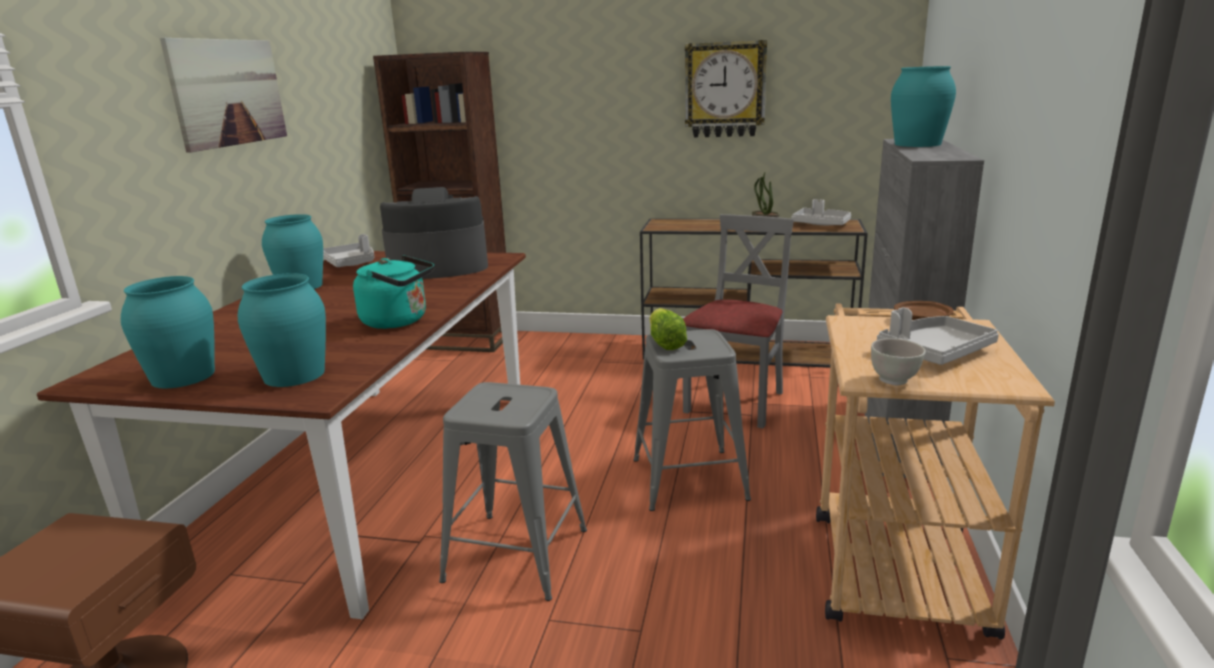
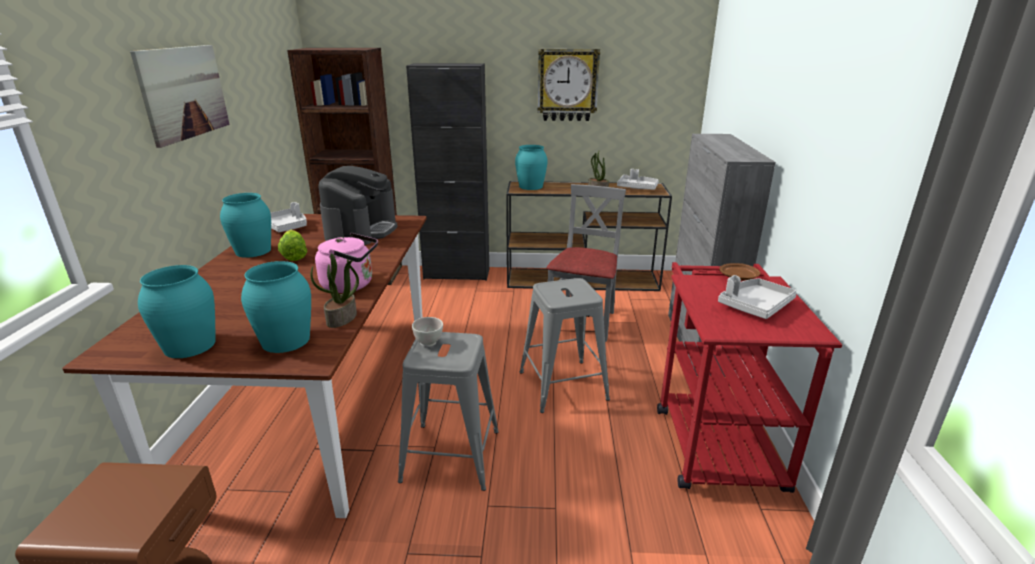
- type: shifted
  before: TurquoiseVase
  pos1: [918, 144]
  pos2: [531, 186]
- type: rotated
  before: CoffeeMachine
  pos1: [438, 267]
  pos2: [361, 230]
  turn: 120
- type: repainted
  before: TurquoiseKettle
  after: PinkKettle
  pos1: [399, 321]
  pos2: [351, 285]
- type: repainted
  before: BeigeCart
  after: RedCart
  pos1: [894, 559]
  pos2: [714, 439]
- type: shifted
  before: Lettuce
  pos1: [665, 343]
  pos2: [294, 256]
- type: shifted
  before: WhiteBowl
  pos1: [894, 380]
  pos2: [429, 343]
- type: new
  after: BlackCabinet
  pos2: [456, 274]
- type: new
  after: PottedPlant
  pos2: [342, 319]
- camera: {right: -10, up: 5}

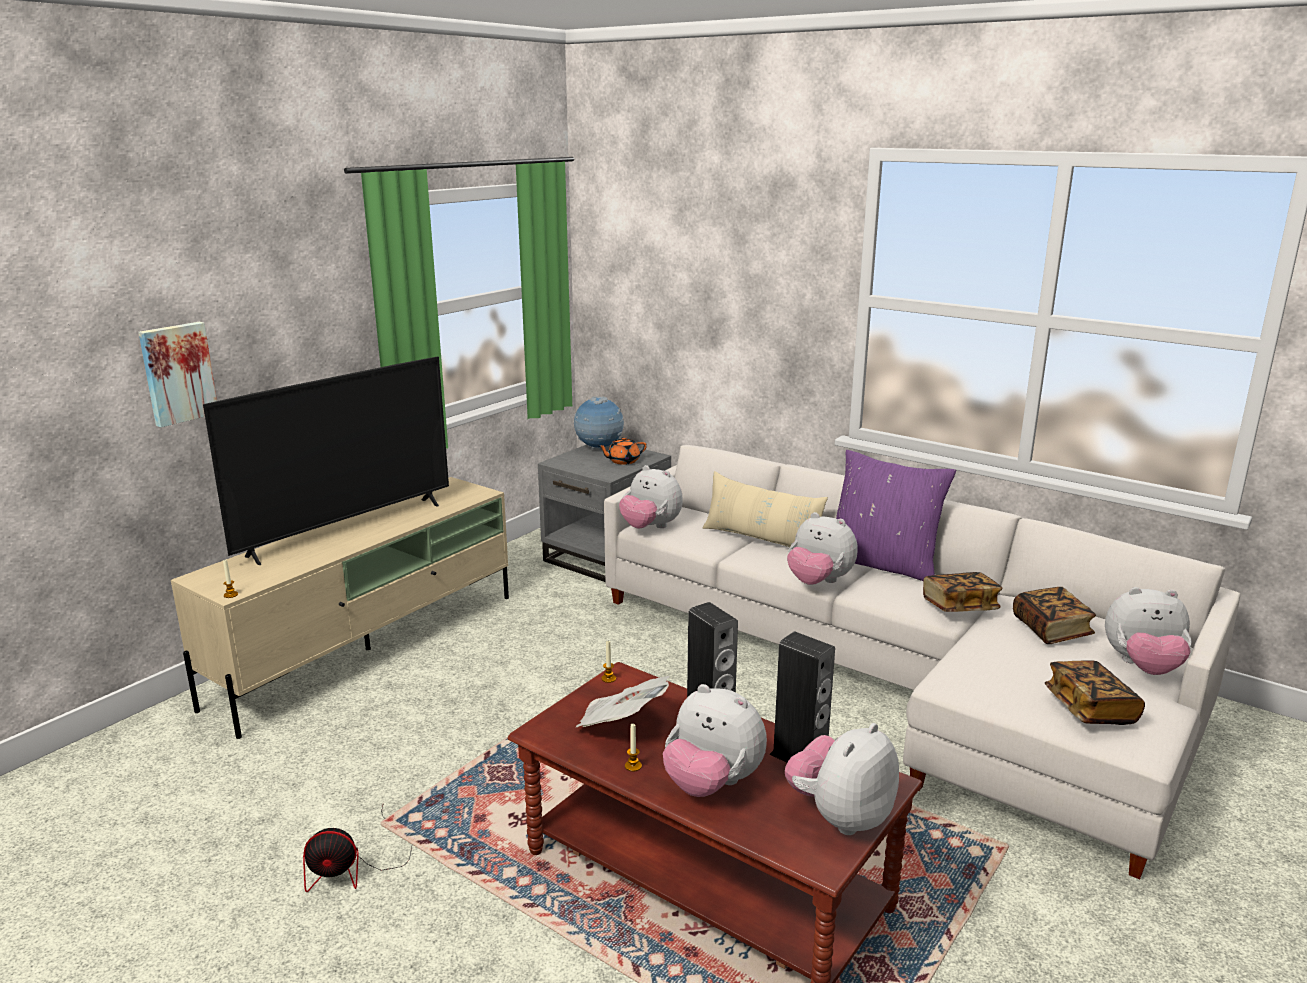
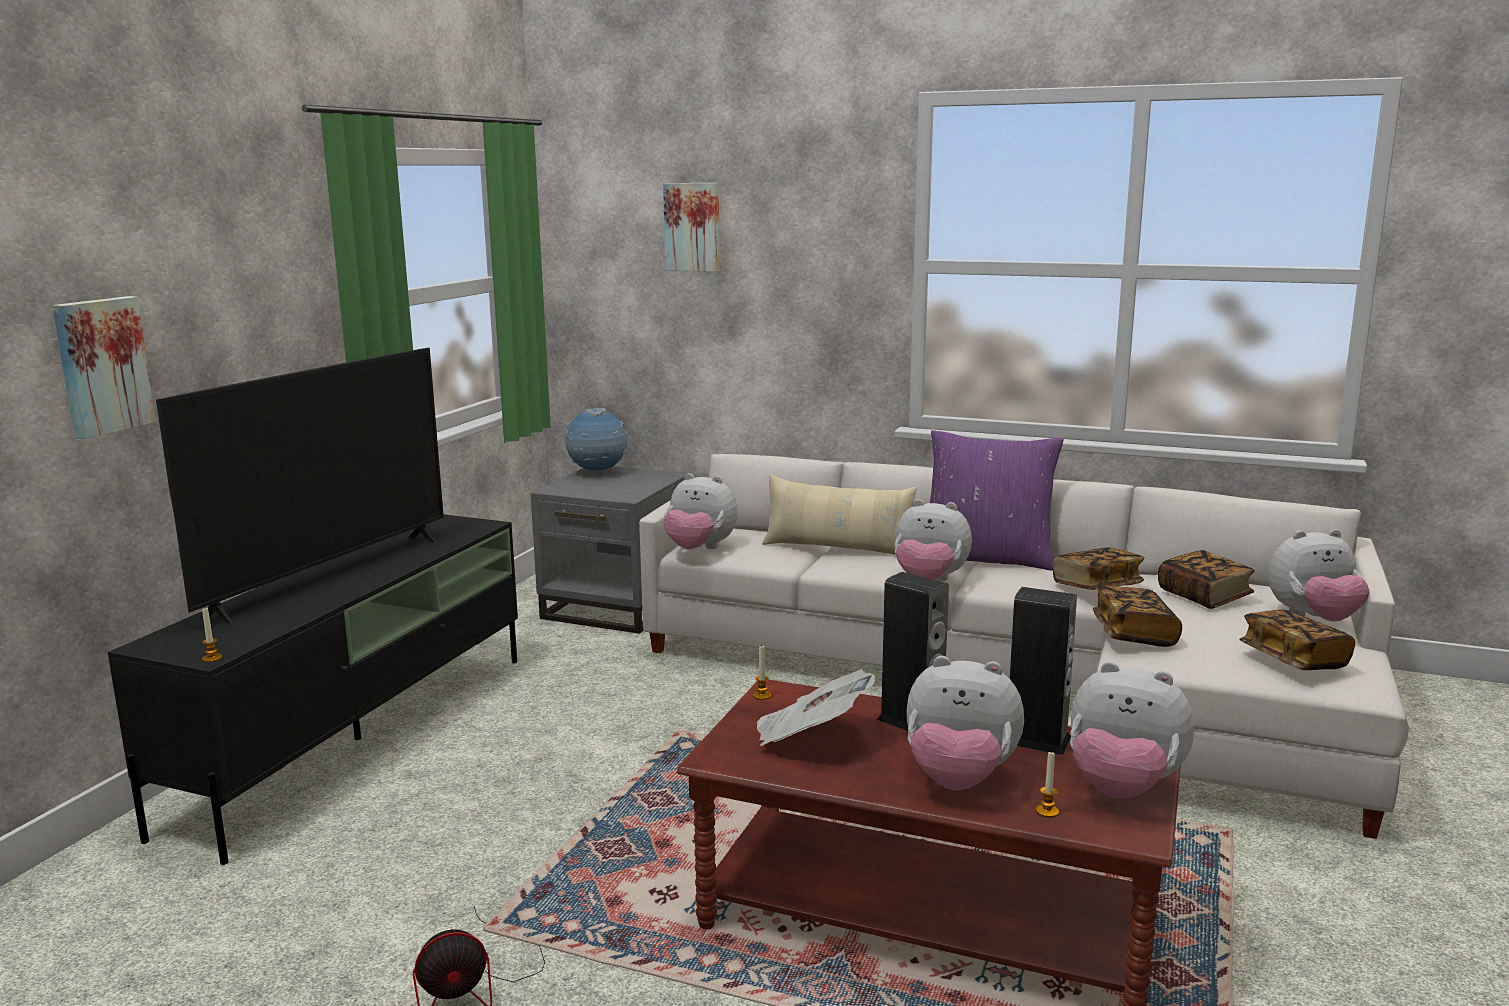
- type: gone
  before: OrangeTeapot
  pos1: [623, 461]
- type: repainted
  before: BeigeTvStand
  after: BlackTvStand
  pos1: [370, 648]
  pos2: [360, 737]
- type: rotated
  before: PlushToy
  pos1: [840, 817]
  pos2: [1123, 789]
  turn: -90
- type: shifted
  before: Candle
  pos1: [633, 766]
  pos2: [1047, 811]
- type: new
  after: Picture
  pos2: [693, 227]
- type: new
  after: Book
  pos2: [1134, 634]
- camera: {right: -15, up: -5}

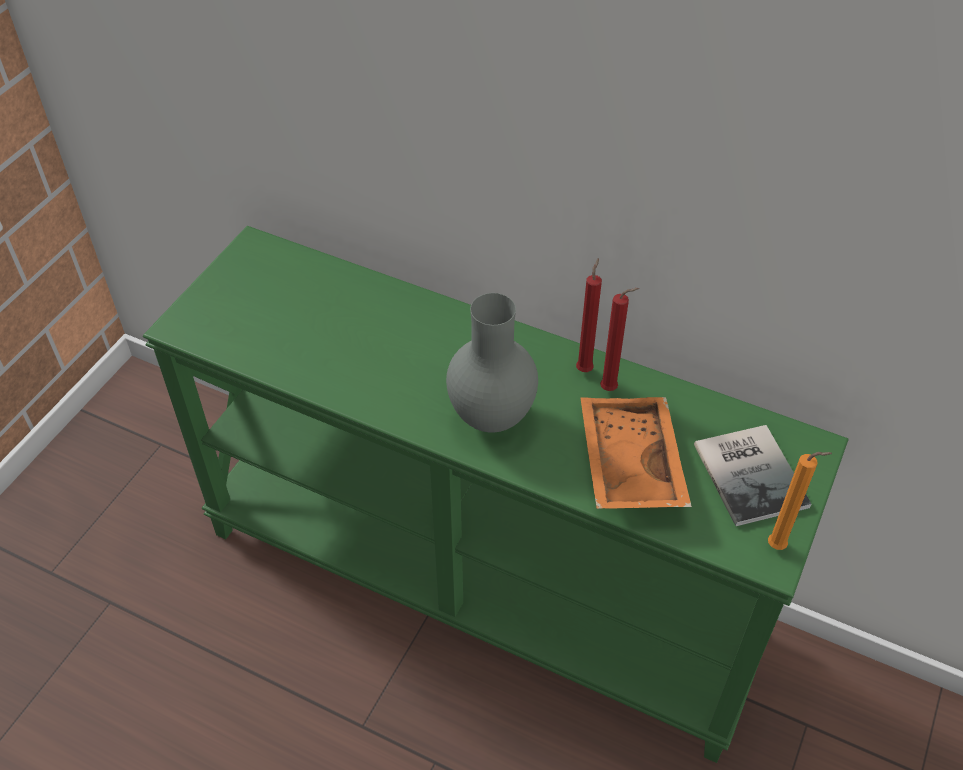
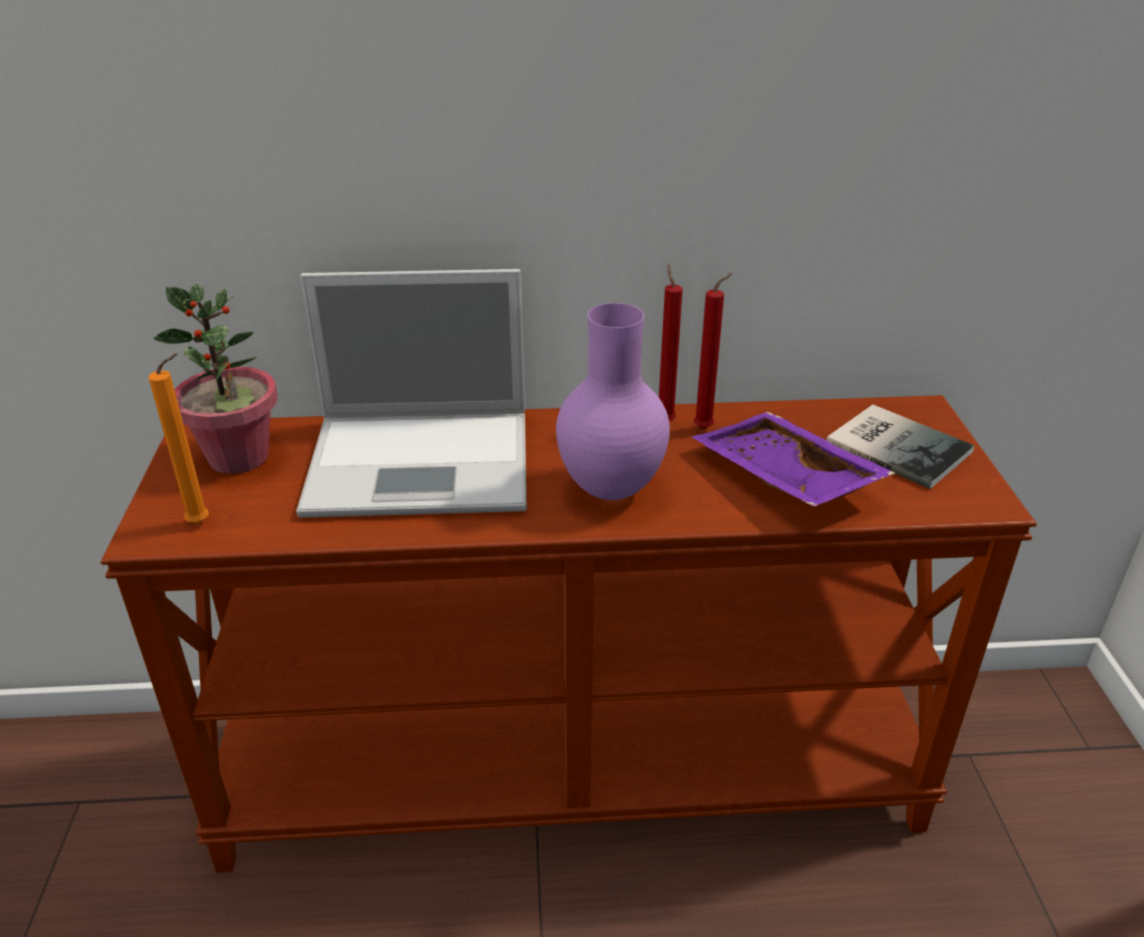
- type: repainted
  before: GreenConsoleTable
  after: BrownConsoleTable
  pos1: [484, 579]
  pos2: [573, 770]
- type: repainted
  before: GreyVase
  after: PurpleVase
  pos1: [489, 419]
  pos2: [609, 491]
- type: repainted
  before: OrangeTray
  after: PurpleTray
  pos1: [627, 464]
  pos2: [782, 478]
- type: shifted
  before: OrangeCandle
  pos1: [779, 547]
  pos2: [203, 522]
- type: new
  after: Laptop
  pos2: [425, 463]
- type: new
  after: PottedPlant
  pos2: [239, 457]
- camera: {right: -30, up: -15}

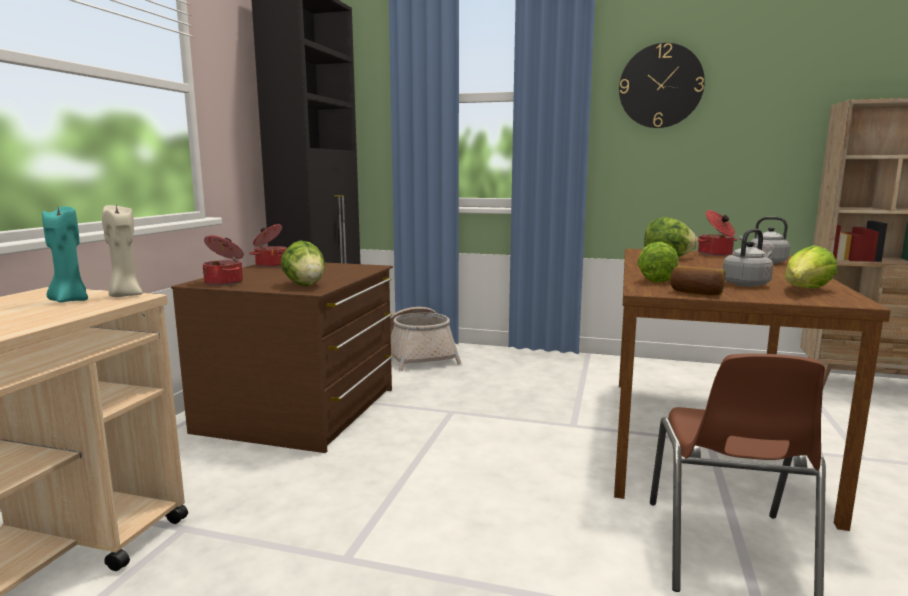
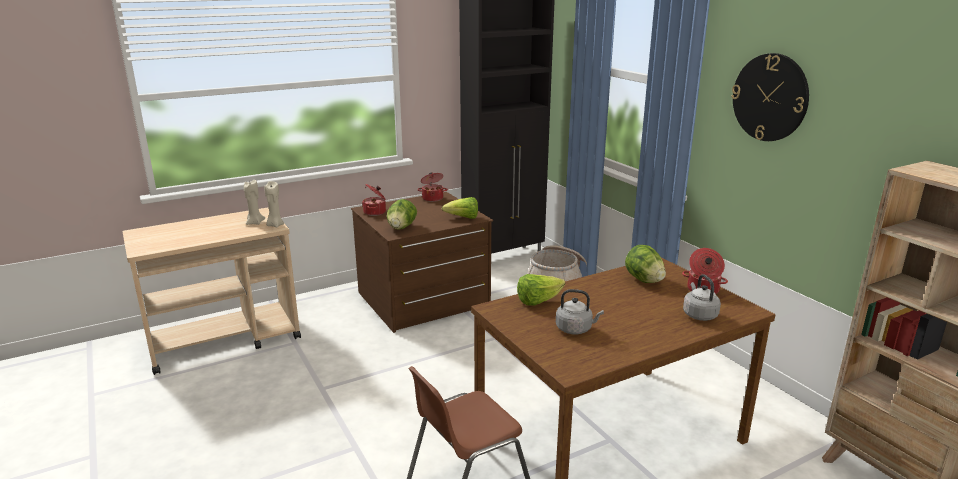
- type: repainted
  before: TurquoiseCandle
  after: BeigeCandle
  pos1: [69, 300]
  pos2: [255, 223]
- type: shifted
  before: Lettuce
  pos1: [805, 290]
  pos2: [463, 218]
- type: gone
  before: Bread
  pos1: [696, 293]
- camera: {right: 45, up: 10}

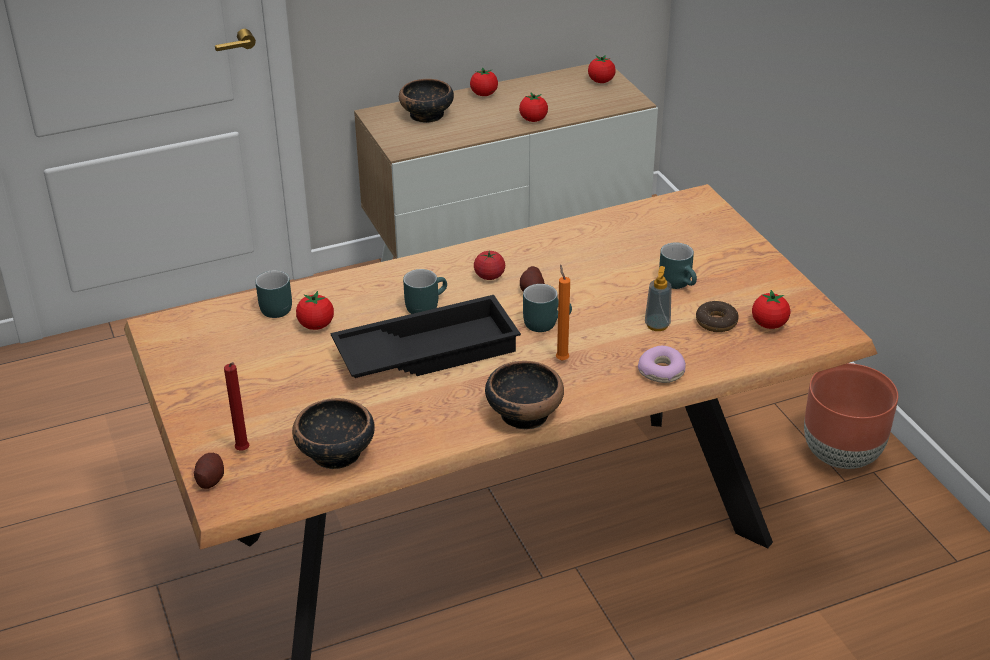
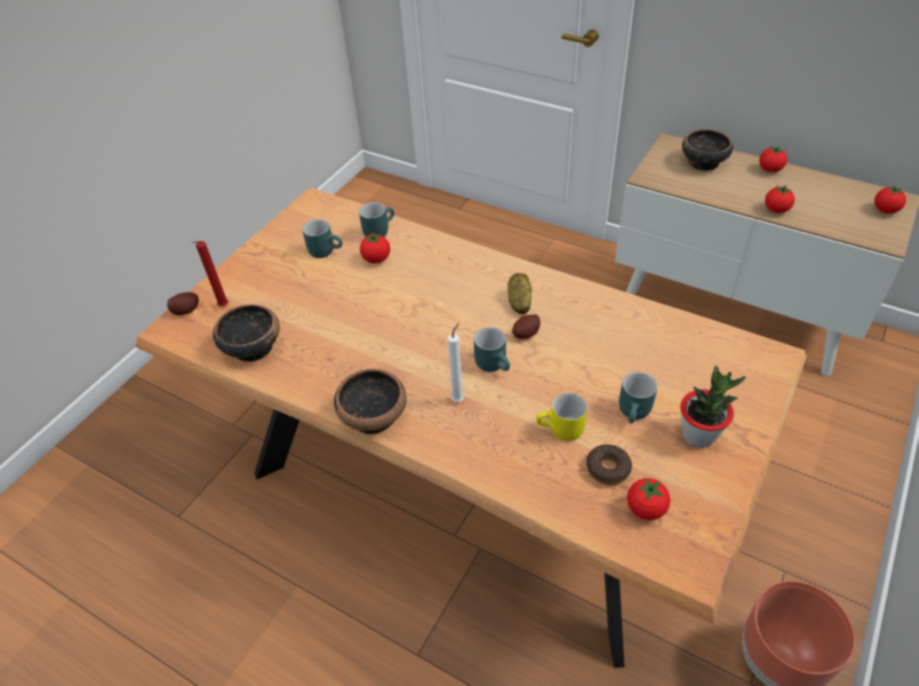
- type: swapped
  before: Tomato
  after: Potato
  pos1: [489, 276]
  pos2: [519, 302]
- type: repainted
  before: OrangeCandle
  after: WhiteCandle
  pos1: [561, 359]
  pos2: [459, 399]
- type: swapped
  before: SoapDispenser
  after: YellowMug
  pos1: [657, 325]
  pos2: [561, 431]
- type: shifted
  before: TurquoiseMug
  pos1: [425, 305]
  pos2: [326, 250]
- type: gone
  before: BlackTray
  pos1: [427, 350]
- type: gone
  before: Donut
  pos1: [662, 371]
- type: new
  after: PottedPlant
  pos2: [699, 435]
- camera: {right: 55, up: 10}

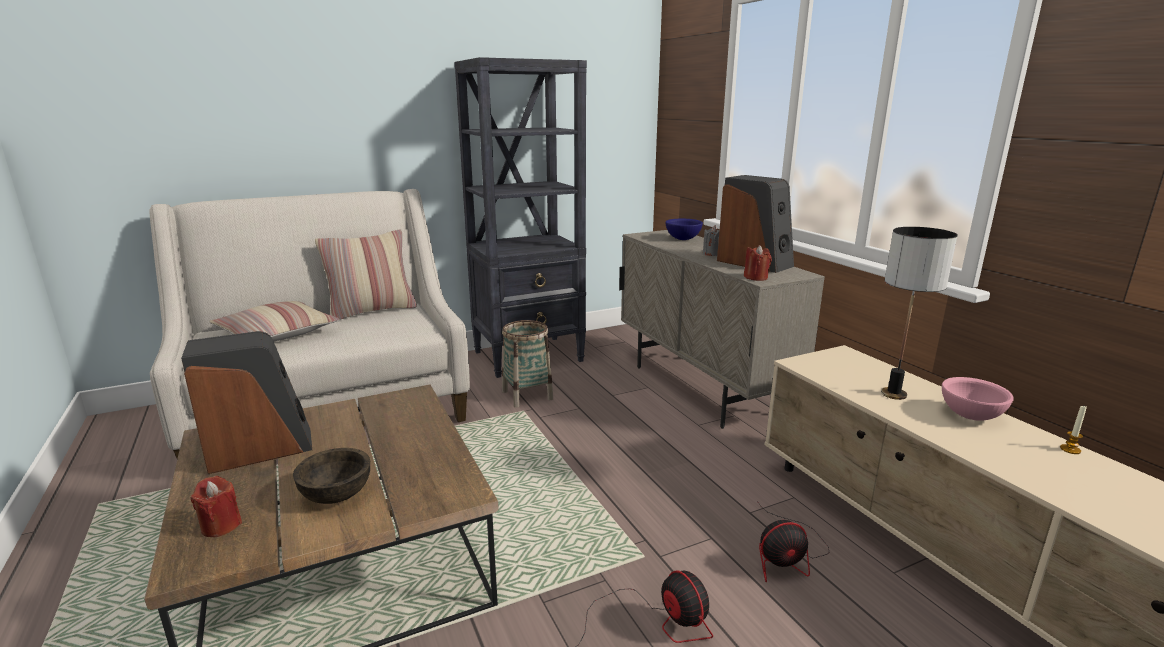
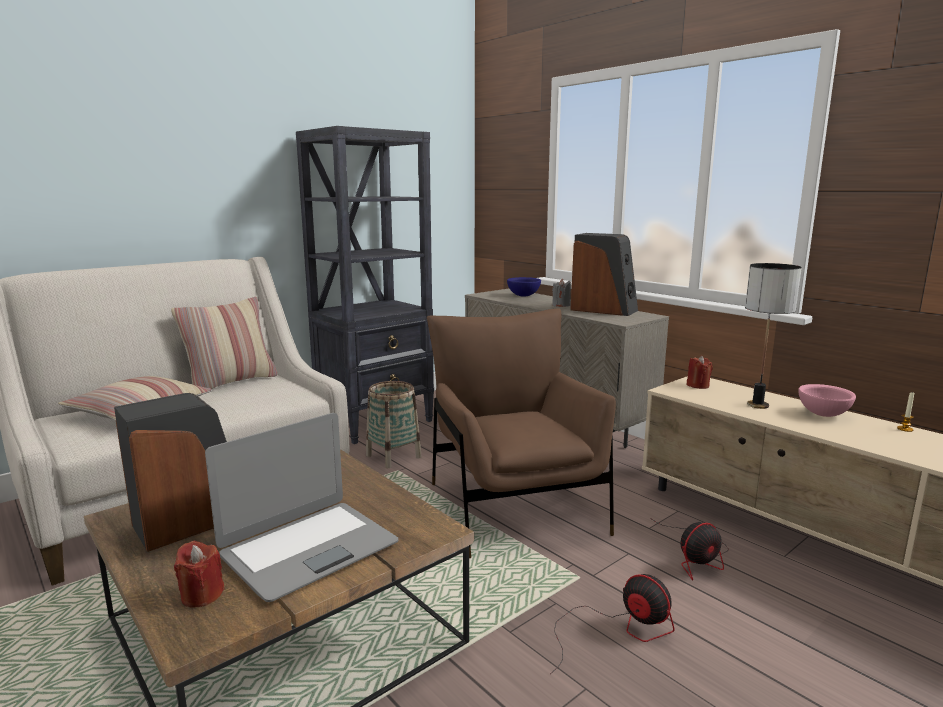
- type: shifted
  before: RedCandle
  pos1: [756, 277]
  pos2: [698, 385]
- type: swapped
  before: BrownBowl
  after: Laptop
  pos1: [336, 494]
  pos2: [308, 549]
- type: new
  after: BrownArmchair
  pos2: [515, 507]
- camera: {right: -15, up: -5}

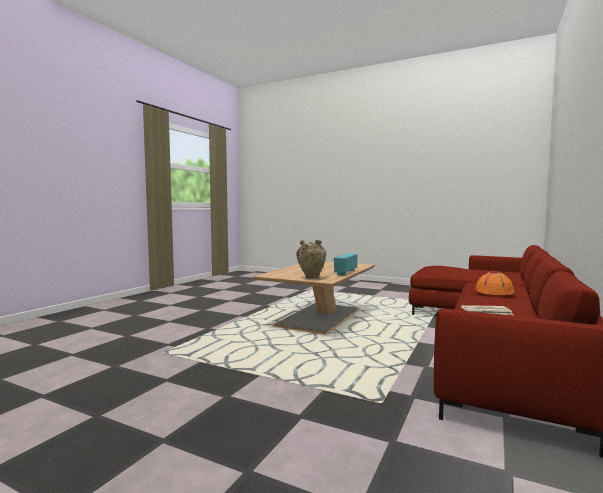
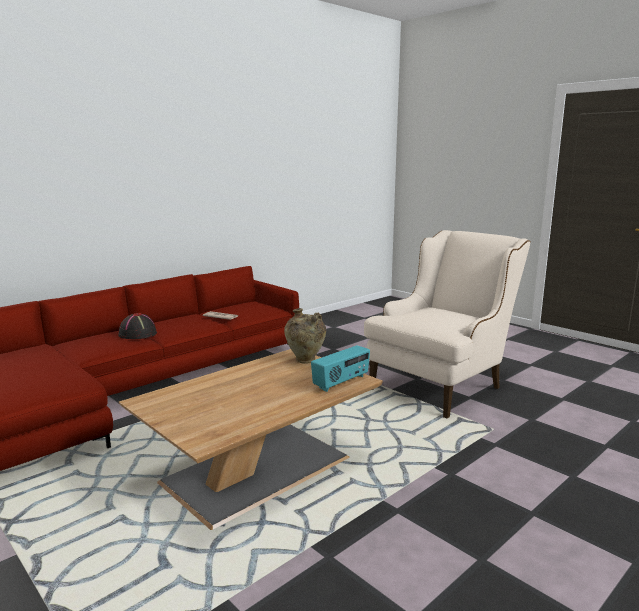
- type: shifted
  before: Radio
  pos1: [345, 272]
  pos2: [341, 382]
- type: repainted
  before: OrangeHat
  after: BlackHat
  pos1: [494, 291]
  pos2: [137, 334]
- type: new
  after: BeigeArmchair
  pos2: [442, 384]
- camera: {right: -160, up: 10}

